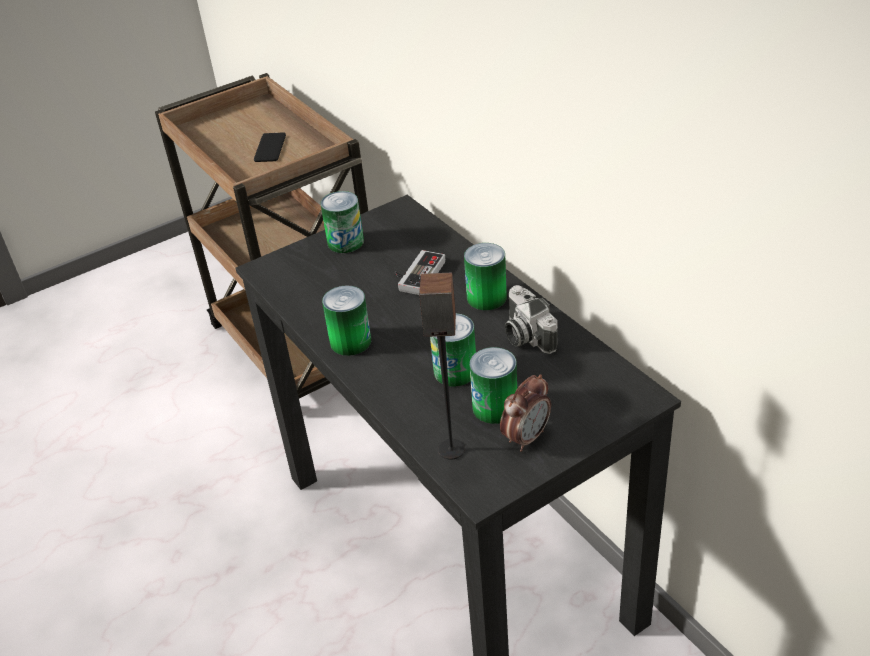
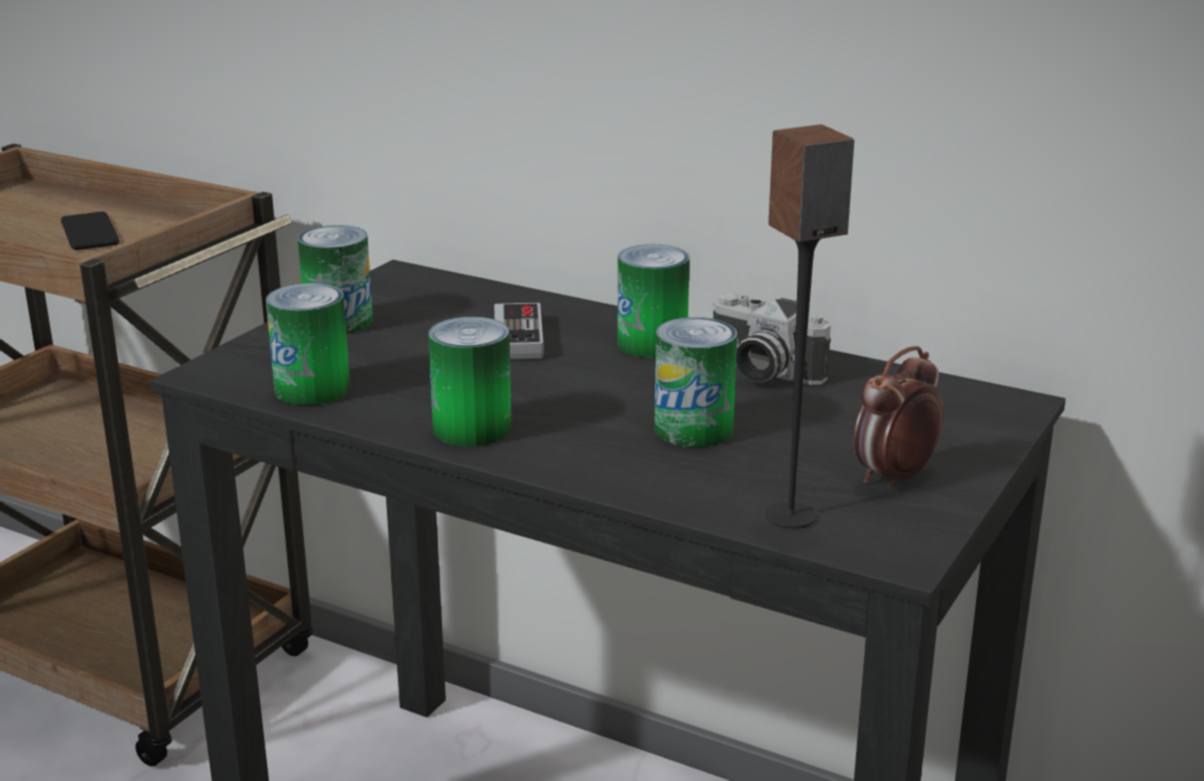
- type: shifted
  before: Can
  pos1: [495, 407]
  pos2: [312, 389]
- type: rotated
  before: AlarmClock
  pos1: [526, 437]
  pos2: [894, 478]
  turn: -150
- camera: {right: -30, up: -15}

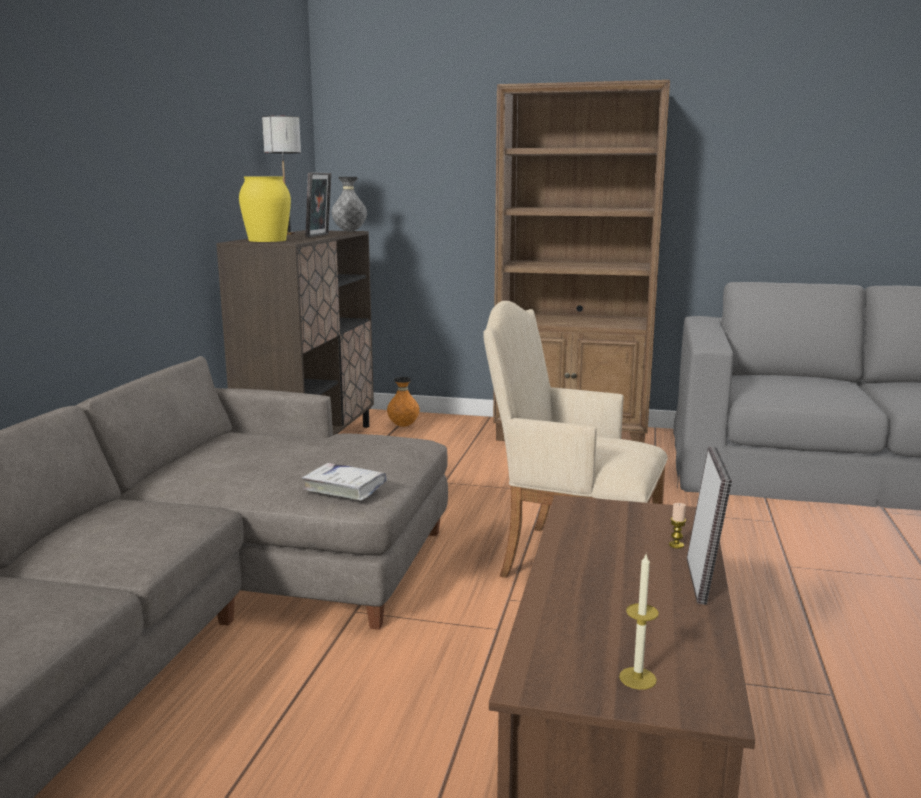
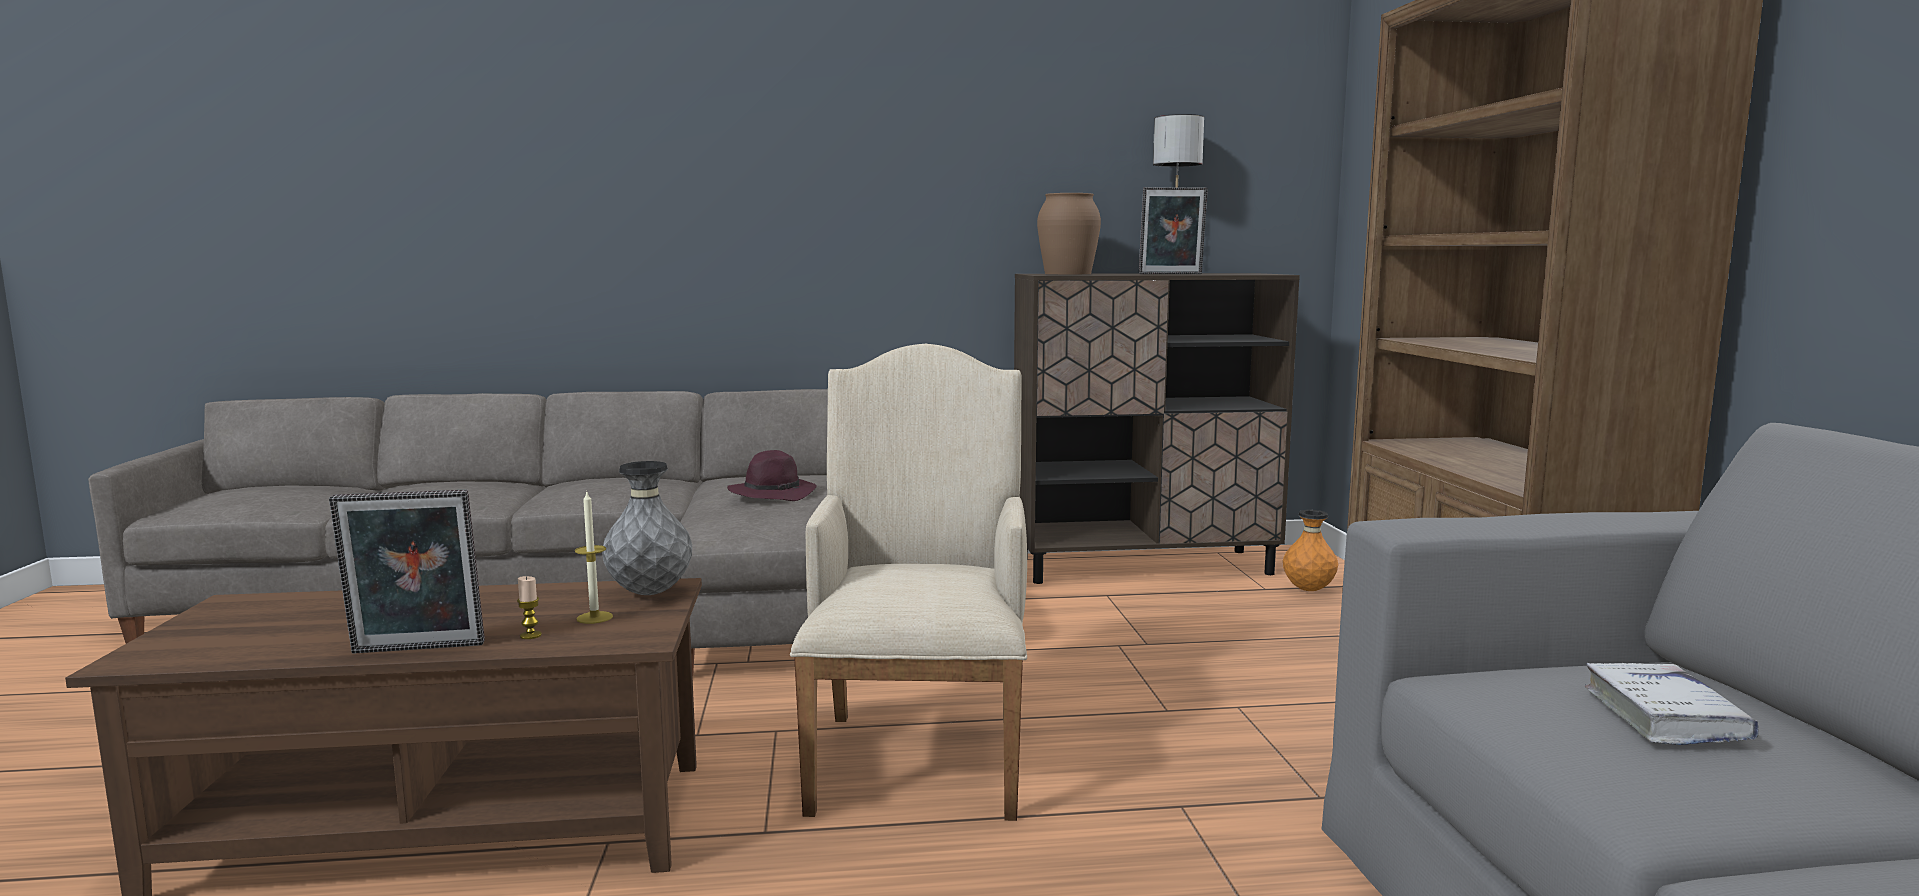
- type: repainted
  before: YellowVase
  after: BrownVase
  pos1: [267, 240]
  pos2: [1067, 273]
- type: shifted
  before: GreyVase
  pos1: [350, 231]
  pos2: [650, 593]
- type: shifted
  before: WhiteBook
  pos1: [345, 488]
  pos2: [1664, 717]
- type: shifted
  before: Candle
  pos1: [637, 678]
  pos2: [594, 617]
- type: new
  after: PurpleHat
  pos2: [773, 494]
- camera: {right: 70, up: -5}

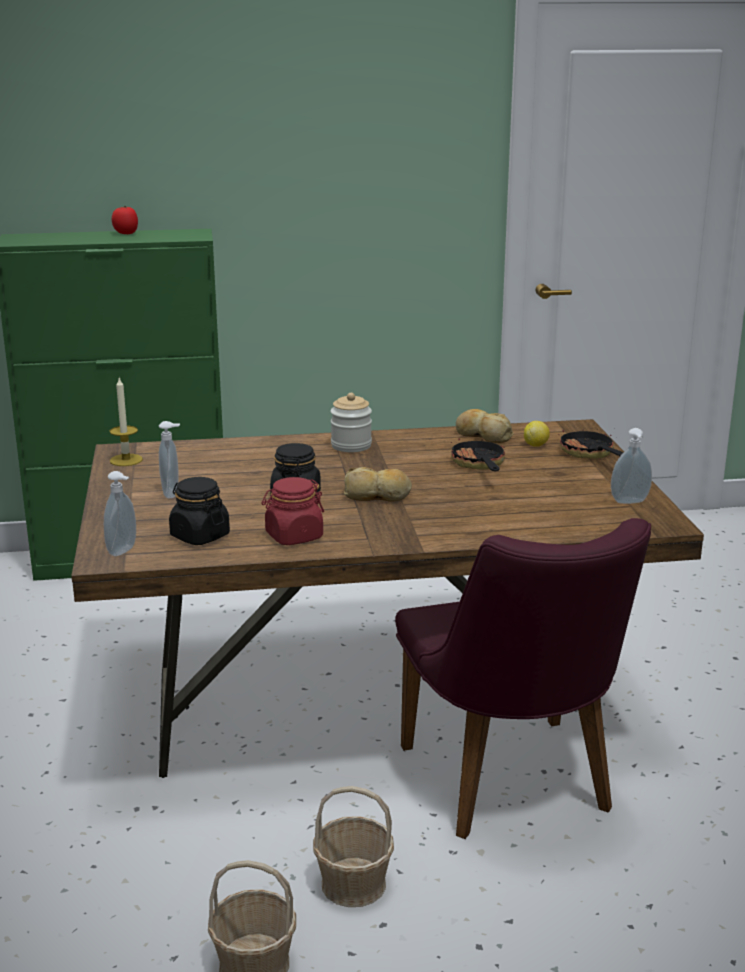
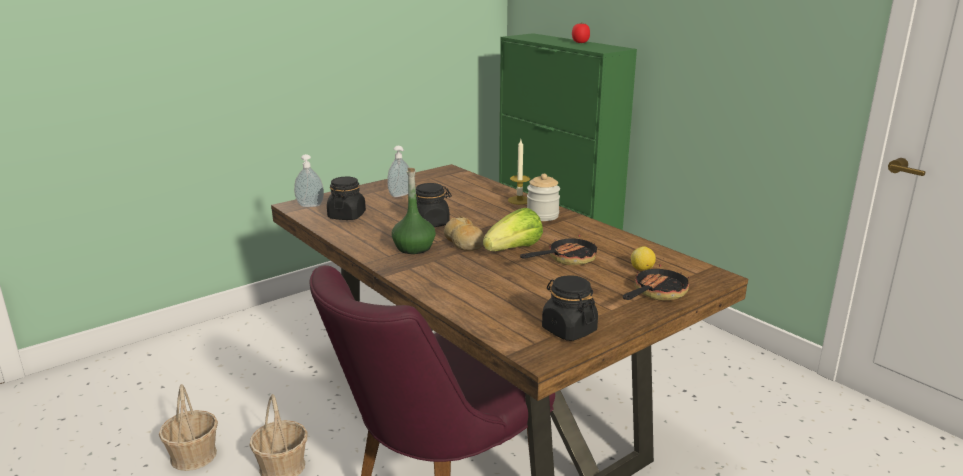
- type: shifted
  before: Candle
  pos1: [126, 460]
  pos2: [519, 200]
- type: gone
  before: Bread
  pos1: [483, 435]
- type: swapped
  before: SoapDispenser
  after: BlackJar
  pos1: [630, 502]
  pos2: [568, 330]
- type: gone
  before: RedJar
  pos1: [294, 536]
- type: new
  after: GreenBottle
  pos2: [414, 248]
- type: new
  after: Lettuce
  pos2: [514, 250]
- camera: {right: 60, up: 0}

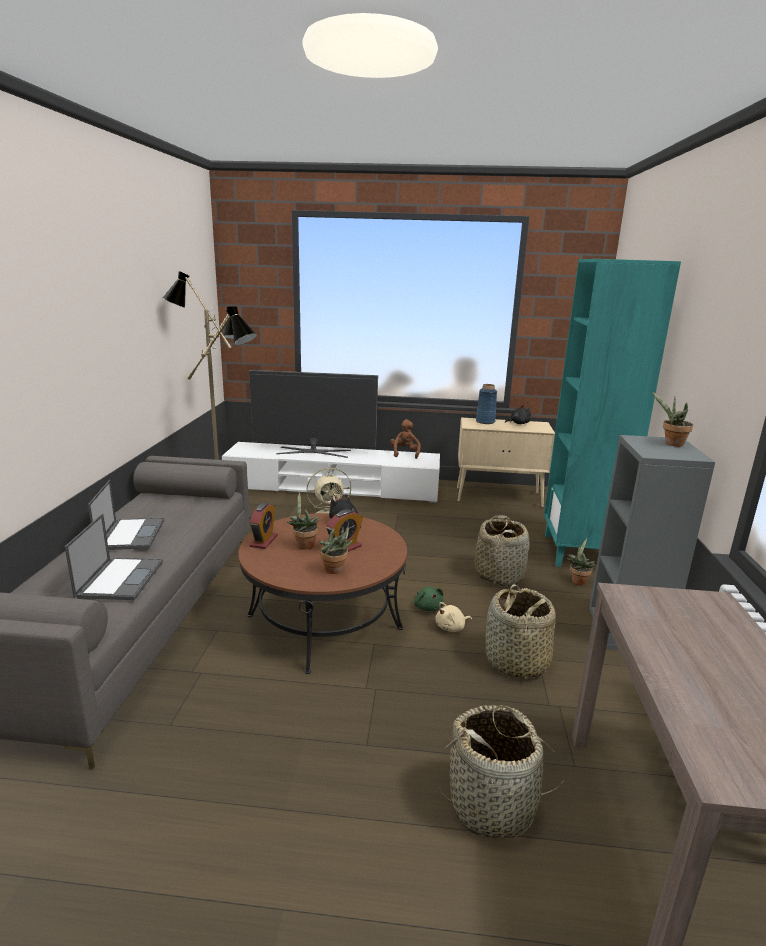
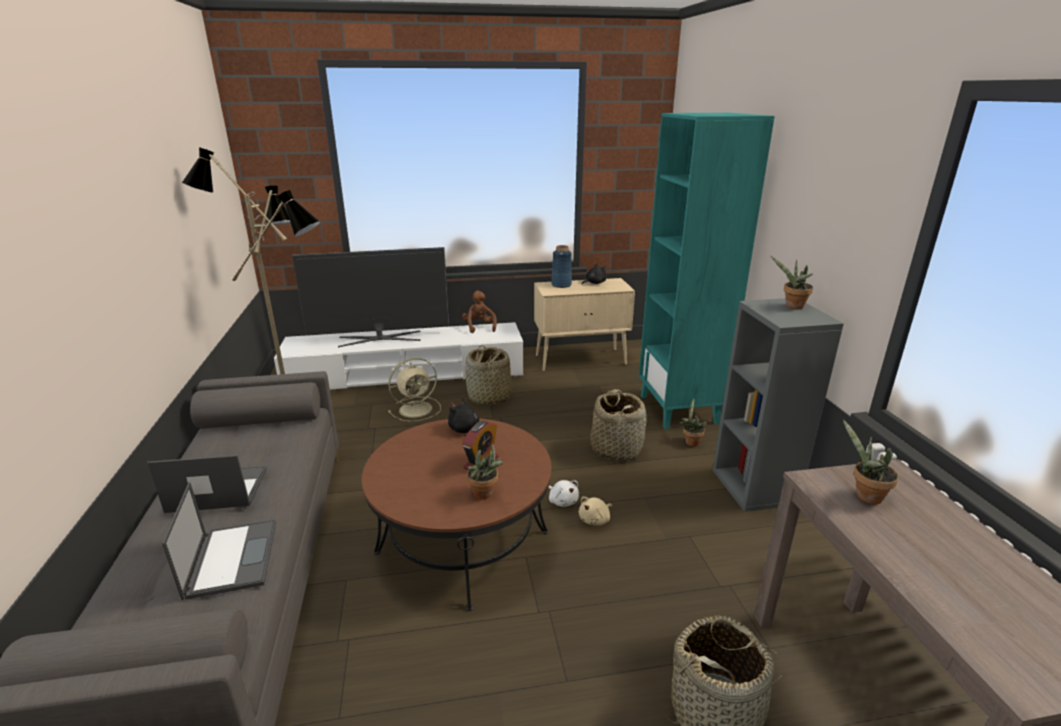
- type: rotated
  before: Laptop
  pos1: [131, 534]
  pos2: [216, 490]
  turn: -75
- type: shifted
  before: PottedPlant
  pos1: [304, 545]
  pos2: [864, 496]
- type: gone
  before: AlarmClock
  pos1: [263, 541]
- type: shifted
  before: Basket
  pos1: [516, 662]
  pos2: [489, 397]
- type: repainted
  before: GreenPlushToy
  after: WhitePlushToy
  pos1: [427, 607]
  pos2: [562, 501]
- camera: {right: -15, up: 5}

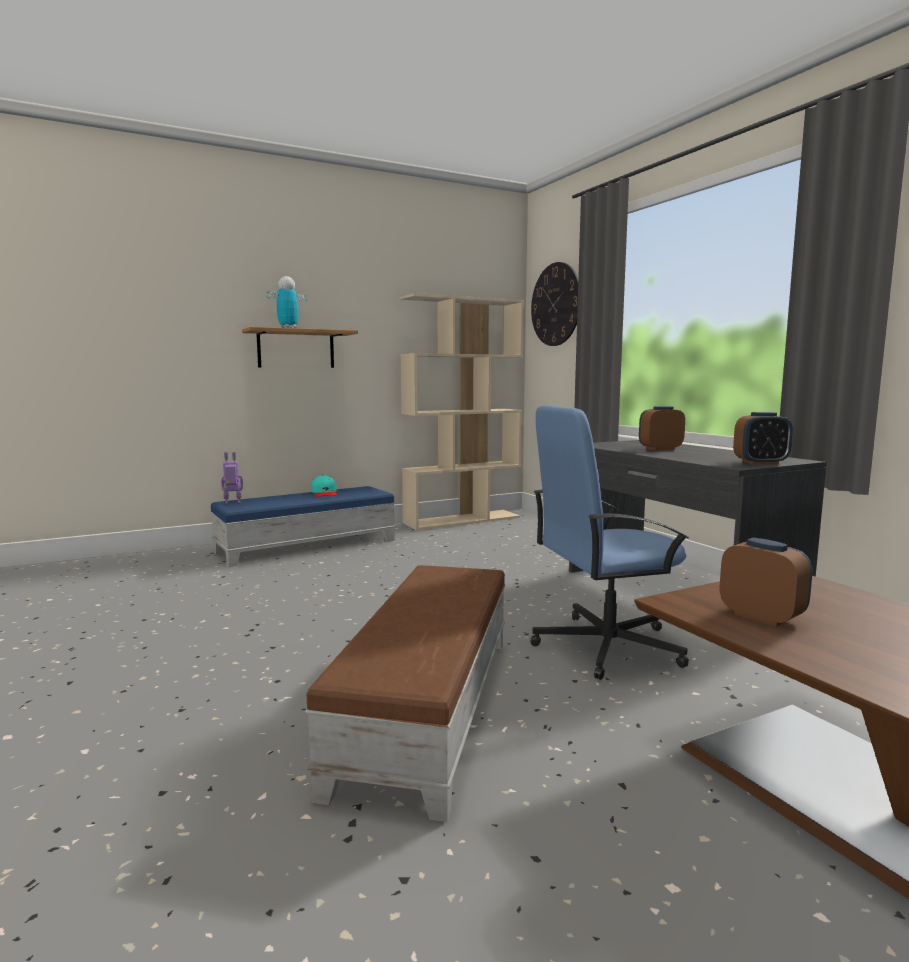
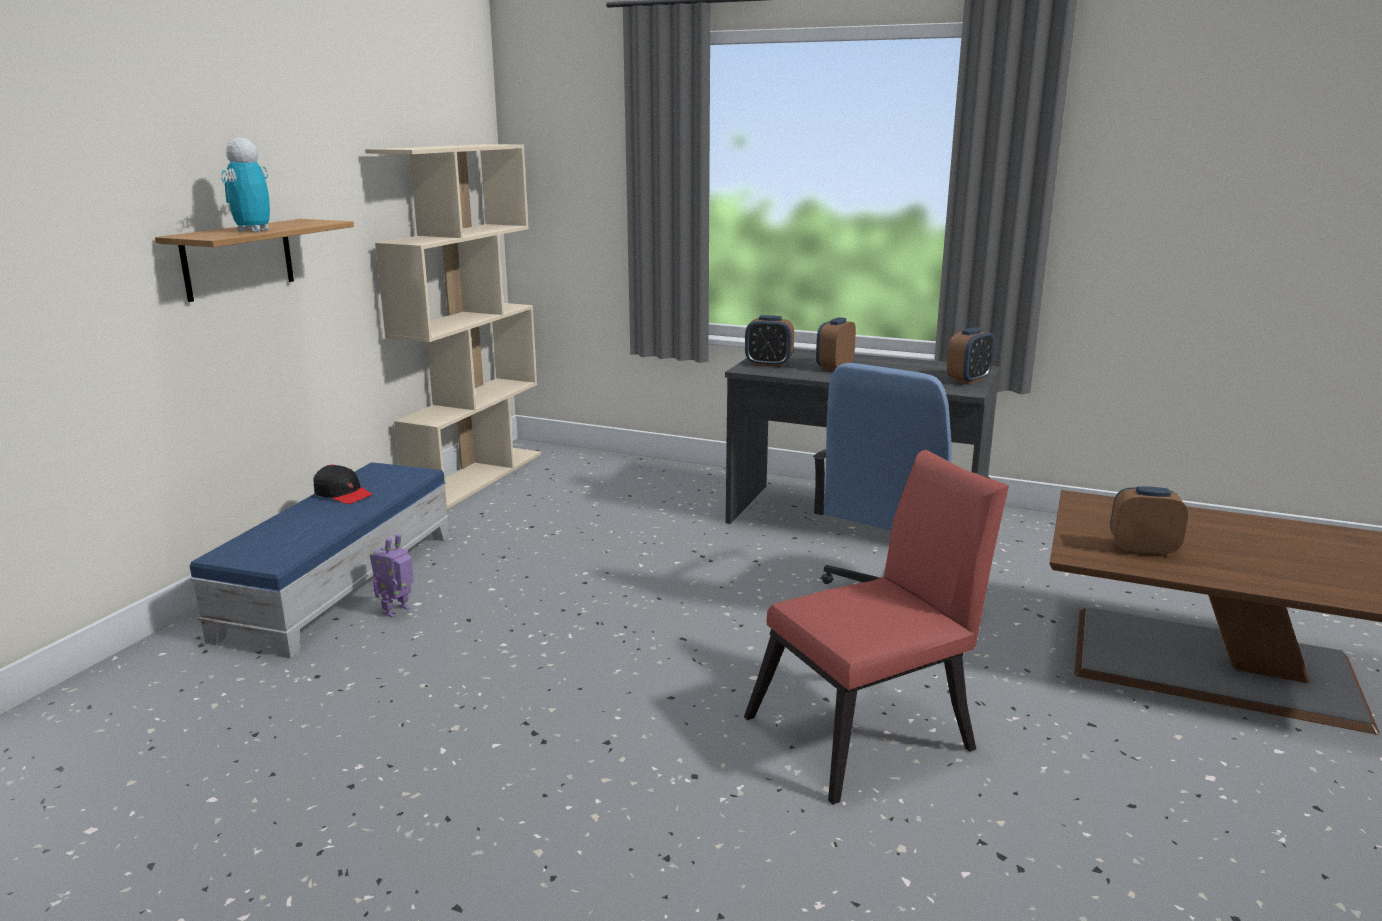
- type: gone
  before: WallClock
  pos1: [556, 304]
- type: shifted
  before: ToyRobot
  pos1: [232, 502]
  pos2: [397, 611]
- type: repainted
  before: TurquoiseCap
  after: BlackCap
  pos1: [324, 493]
  pos2: [343, 494]
- type: swapped
  before: BrownOttoman
  after: RedChair
  pos1: [427, 706]
  pos2: [871, 730]
- type: new
  after: AlarmClock
  pos2: [768, 364]
- camera: {right: -40, up: 10}

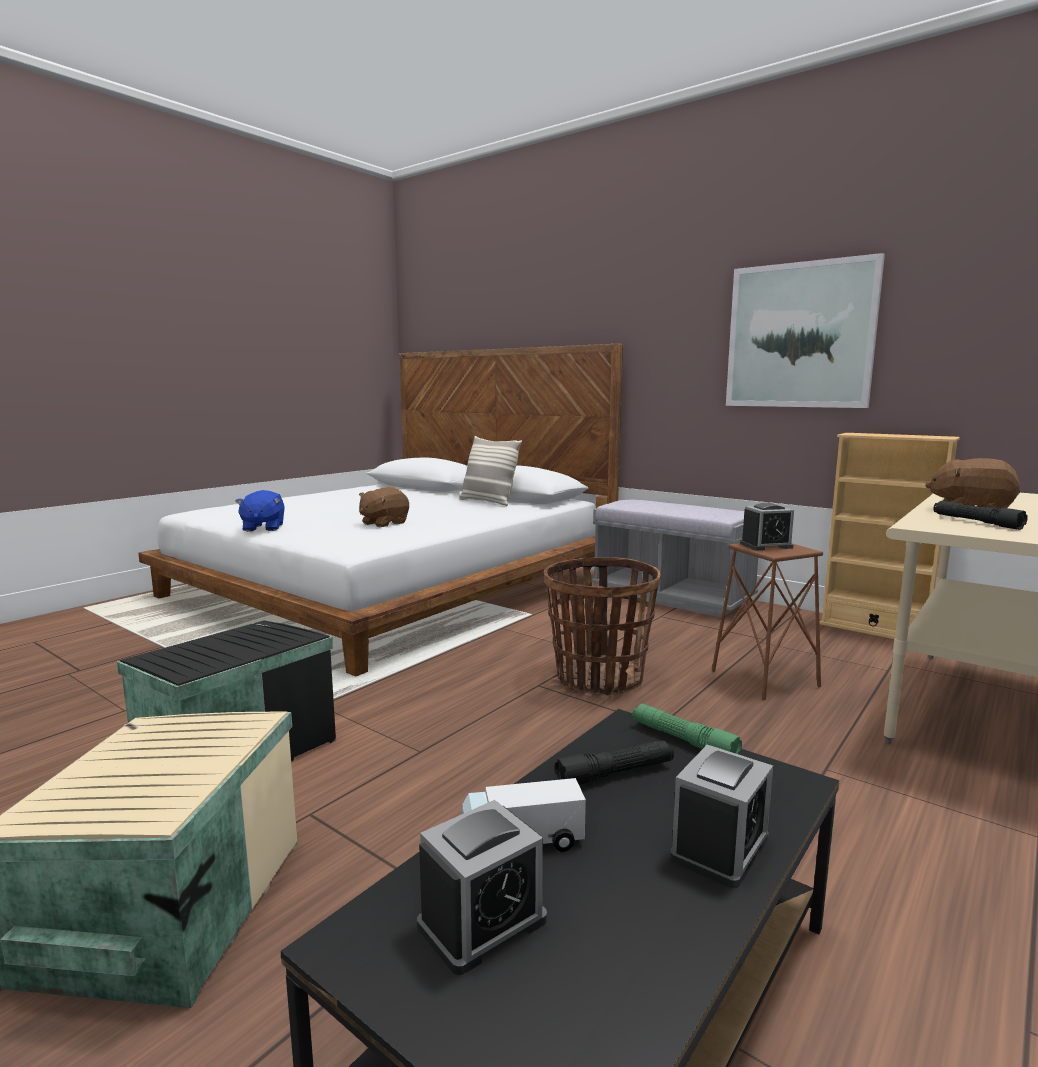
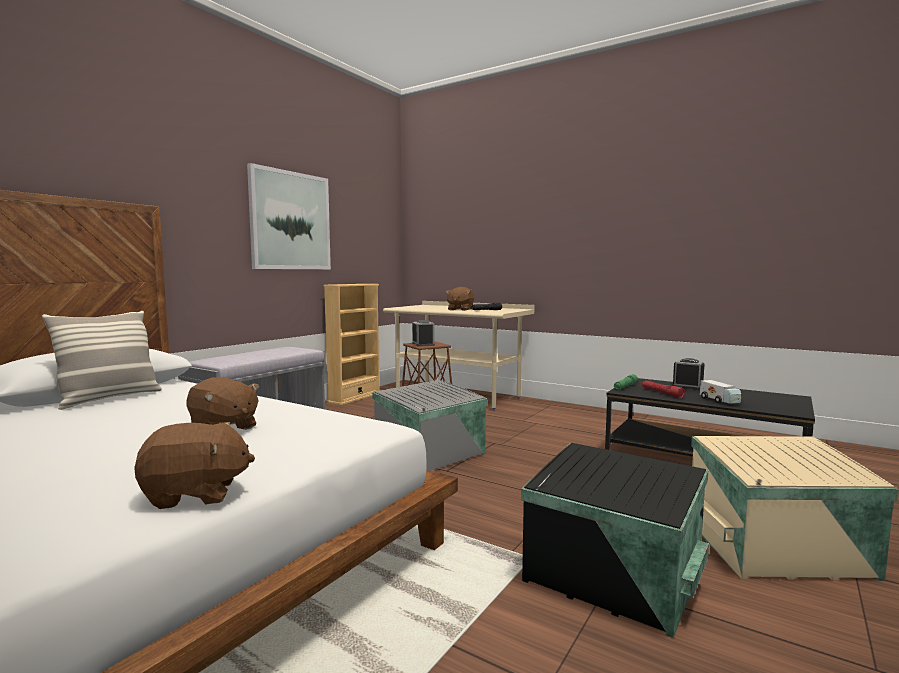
- type: repainted
  before: BluePlushToy
  after: BrownPlushToy
  pos1: [263, 528]
  pos2: [195, 494]
- type: swapped
  before: Basket
  after: GreyStorageBox
  pos1: [598, 678]
  pos2: [432, 454]
- type: repainted
  before: BlackFlashlight
  after: RedFlashlight
  pos1: [615, 774]
  pos2: [662, 393]
- type: gone
  before: AlarmClock
  pos1: [482, 923]
- camera: {right: -95, up: -5}

